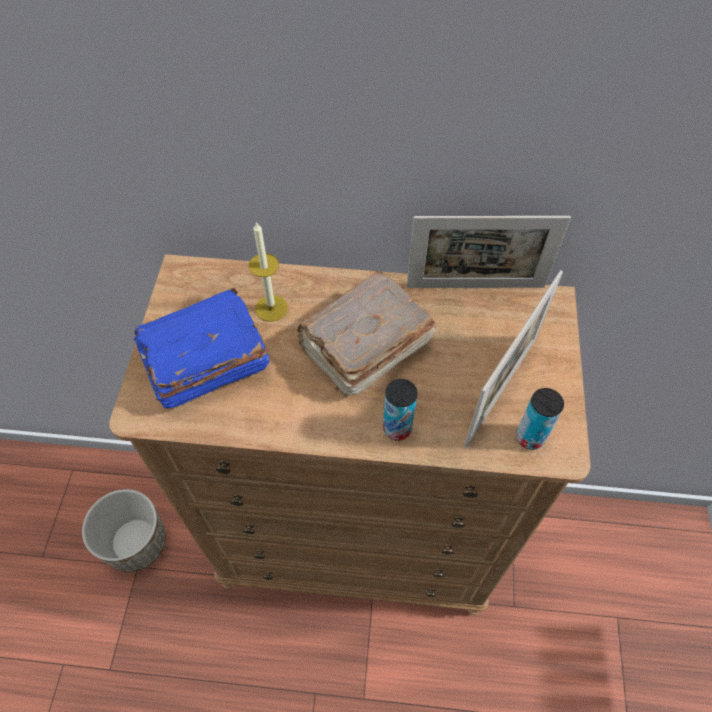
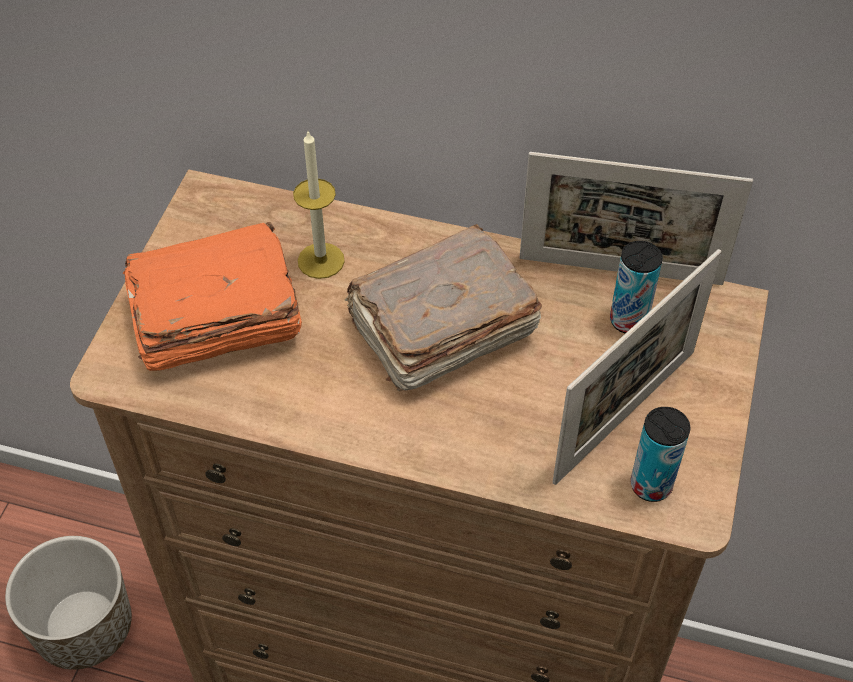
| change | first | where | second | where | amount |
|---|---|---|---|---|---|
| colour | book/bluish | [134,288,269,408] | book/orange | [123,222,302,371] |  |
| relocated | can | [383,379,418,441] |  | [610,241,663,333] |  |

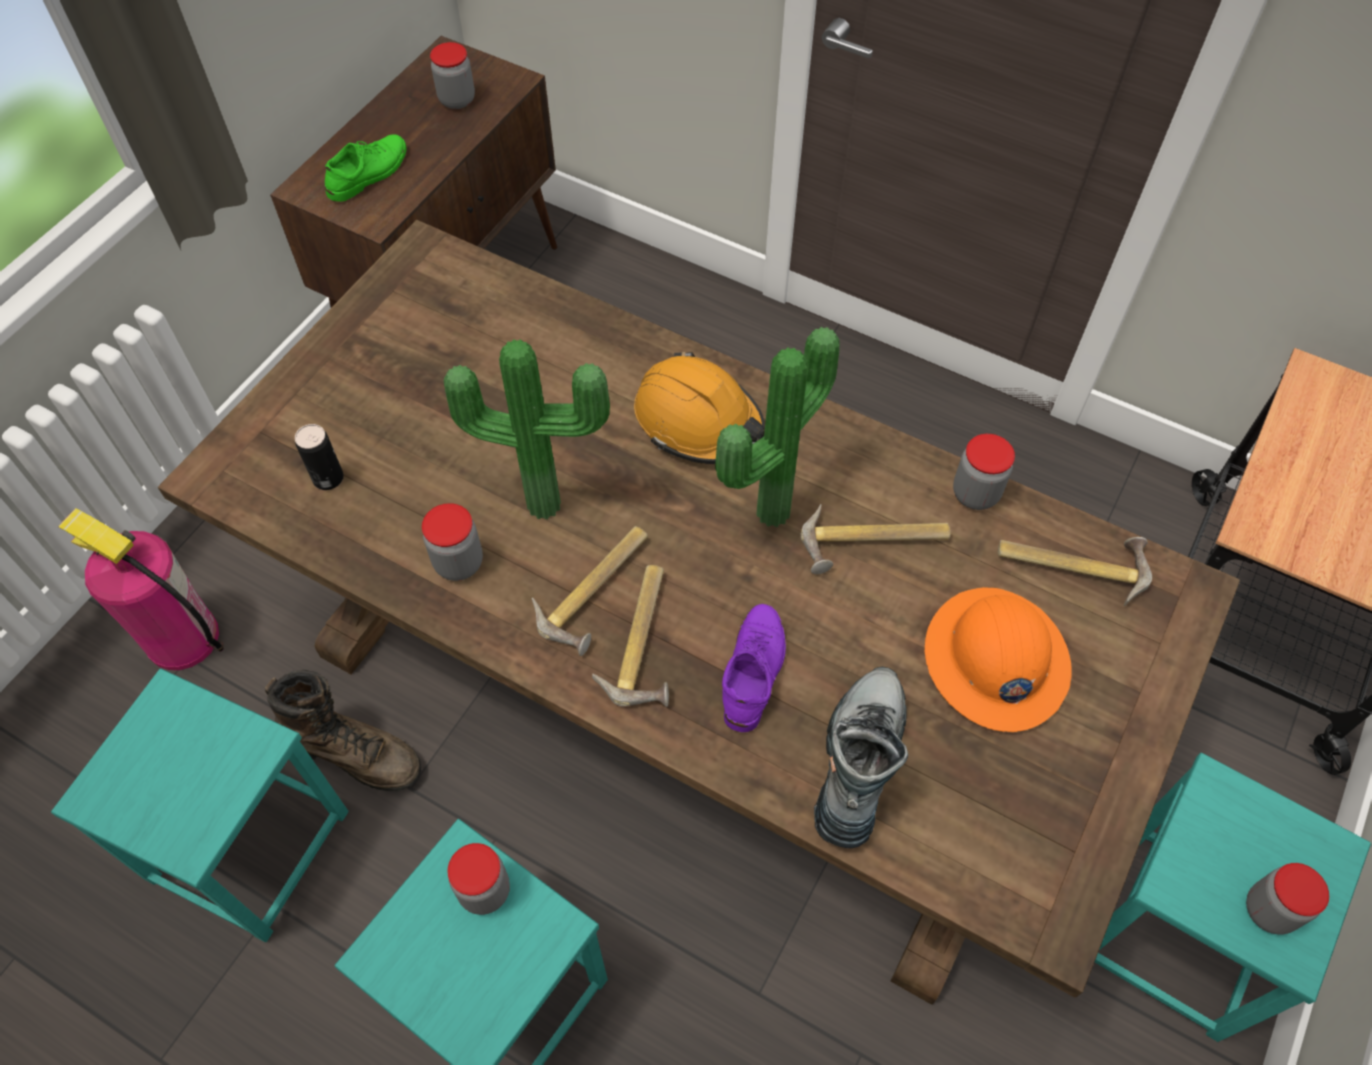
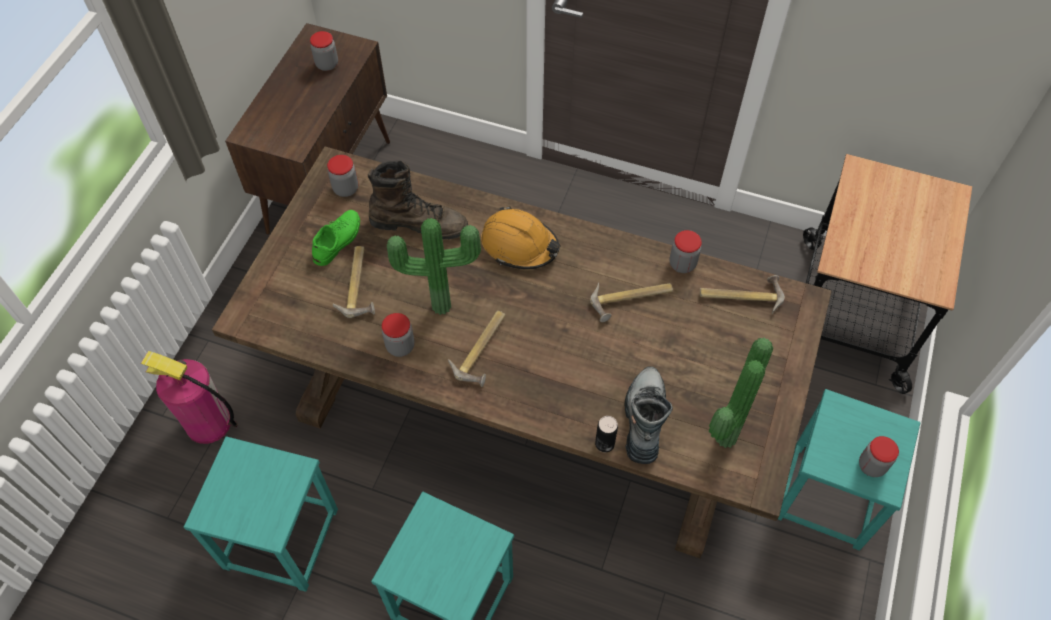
| change | first | where | second | where | amount |
|---|---|---|---|---|---|
| relocated | low shoe/greenish | [325,134,407,202] |  | [312,210,360,266] |  |
| relocated | storage jar | [447,843,510,915] |  | [327,155,358,197] |  |
| relocated | hand hammer | [592,565,669,707] |  | [333,246,375,318] |  |
| relocated | high-top boot/brown-coloured | [265,670,421,791] |  | [368,161,468,239] |  |
| relocated | can | [295,424,344,490] |  | [595,416,618,452] |  |
| relocated | potted plant | [715,327,840,527] |  | [709,338,773,448] |  |
| missing | low shoe/purple-coloured | [722,604,786,732] |  |  |  |
| missing | hard hat/orange | [925,587,1072,732] |  |  |  |

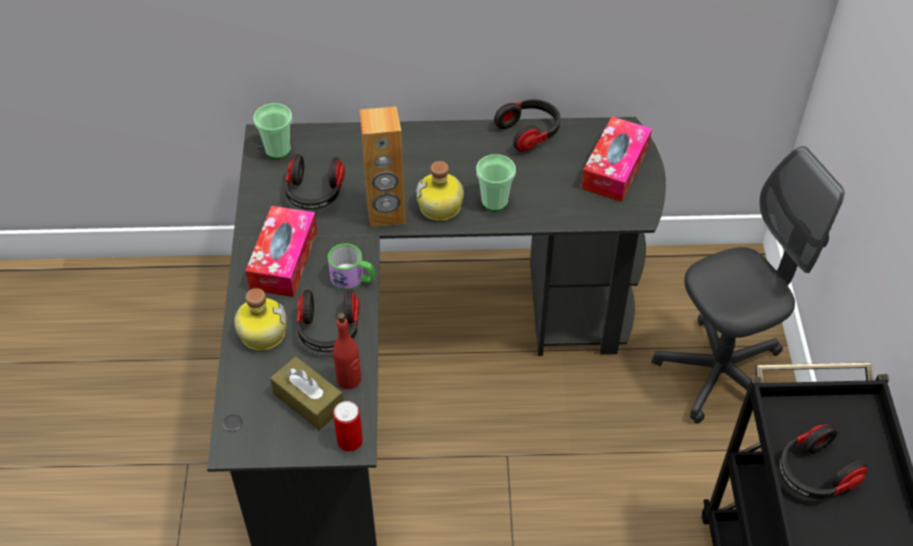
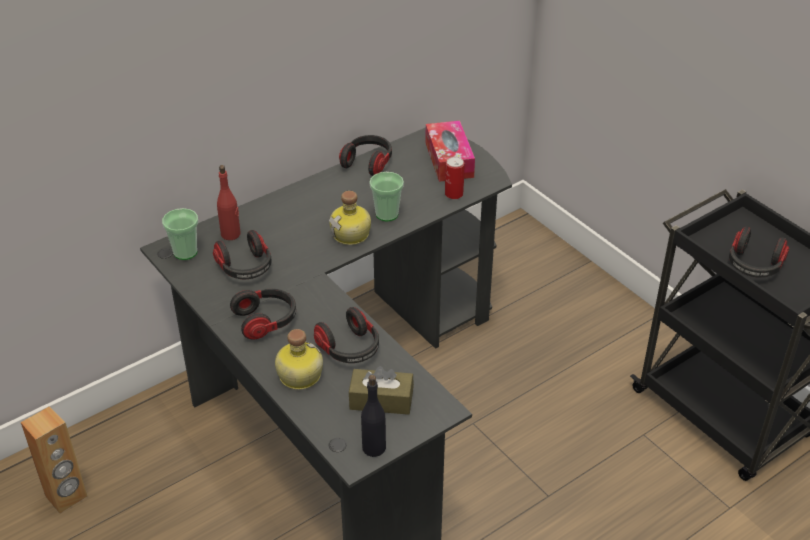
| change | first | where | second | where | amount |
|---|---|---|---|---|---|
| relocated | audio speaker/brown-coloured | [360,106,406,227] |  | [21,407,88,513] |  |
| relocated | beverage bottle/red-coloured | [333,313,361,389] |  | [217,165,241,240] |  |
| exchanged | tissue box | [245,206,317,297] | pair of headphones | [230,289,296,339] |  |
| appeared |  |  | beverage bottle/black | [361,375,386,457] |  |
| relocated | can | [333,401,363,451] |  | [445,157,464,199] |  |
| missing | tea mug | [328,243,375,290] |  |  |  |
| missing | office chair/grey | [651,146,844,424] |  |  |  |

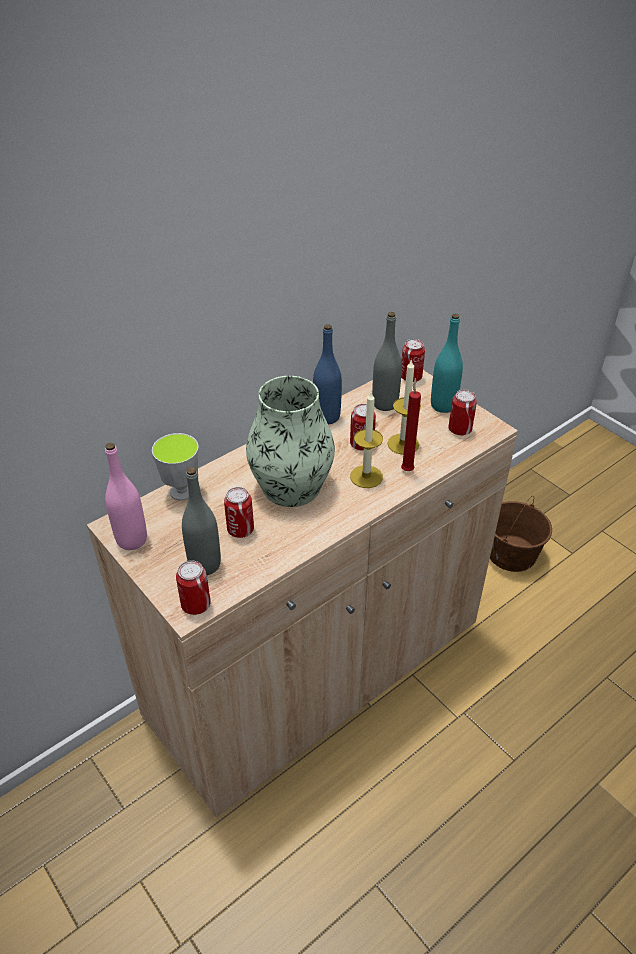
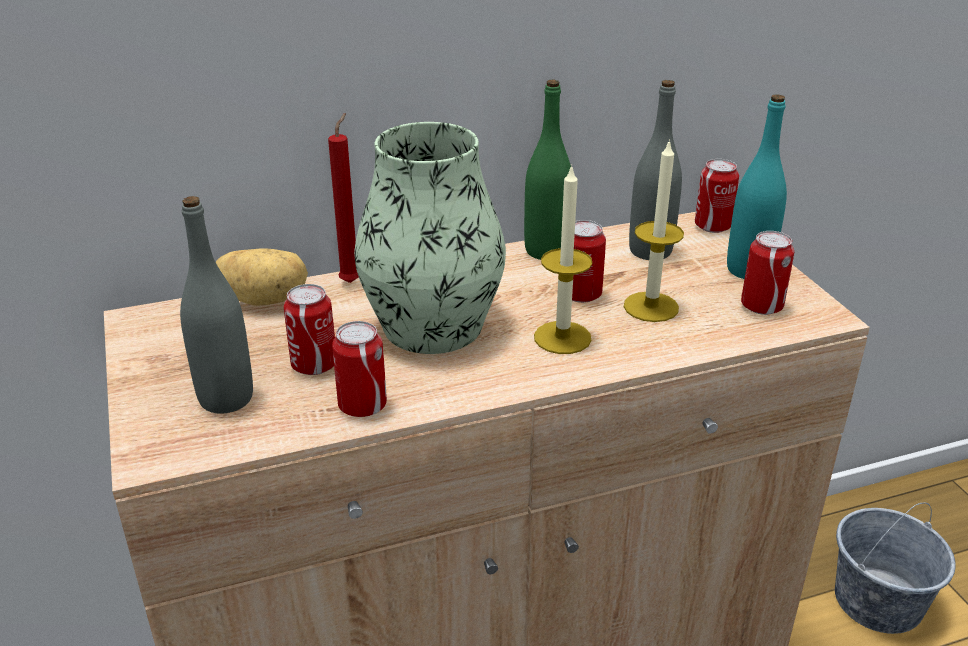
| change | first | where | second | where | amount |
|---|---|---|---|---|---|
| exchanged | small cup | [152,433,199,501] | potato | [216,248,308,306] |  |
| relocated | wax candle/red-coloured | [401,378,421,471] |  | [328,113,359,283] |  |
| relocated | can | [176,560,211,615] |  | [332,321,387,417] |  |
| colour | beverage bottle/bluish | [313,324,342,424] | beverage bottle/greenish | [524,80,571,260] |  |
| colour | bucket/brown-coloured | [490,496,552,572] | bucket/grey | [835,502,956,634] |  |
| missing | beverage bottle/pink | [105,443,147,550] |  |  |  |

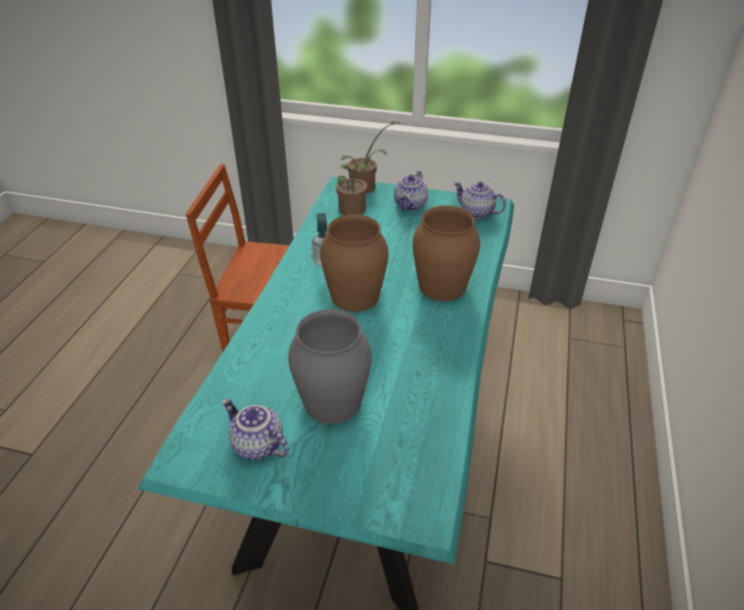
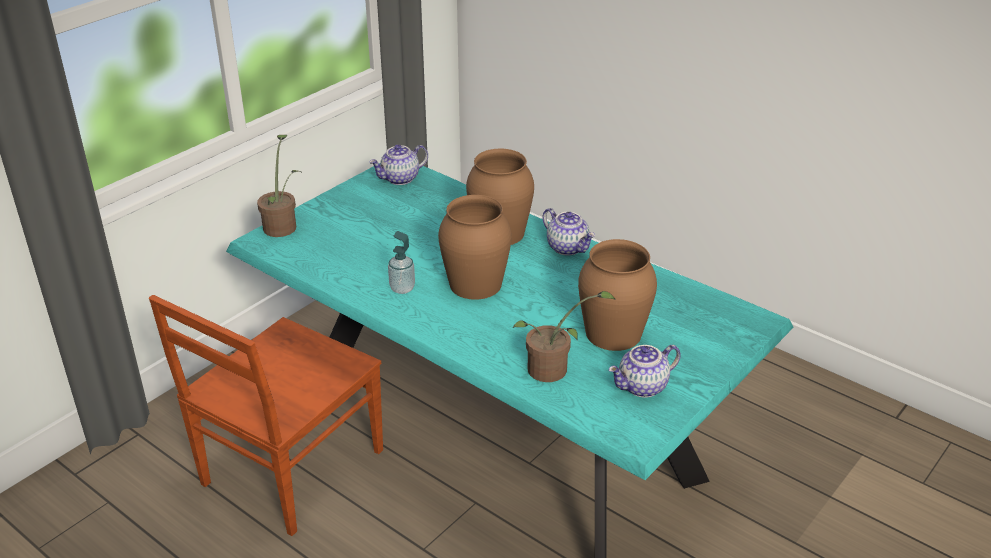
| change | first | where | second | where | amount |
|---|---|---|---|---|---|
| relocated | potted plant | [336,163,367,215] |  | [513,291,616,382] |  |
| relocated | pot for tea | [394,171,428,211] |  | [543,208,595,256] |  |
| colour | vase/grey | [288,309,372,424] | vase/brown-coloured | [578,239,657,351] |  |

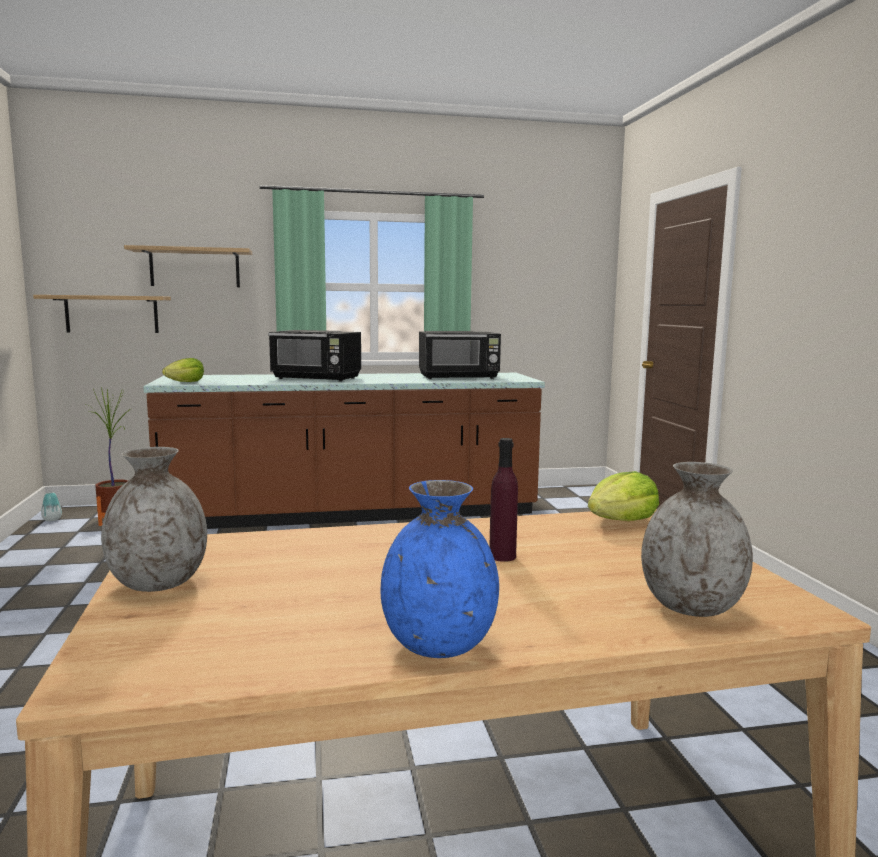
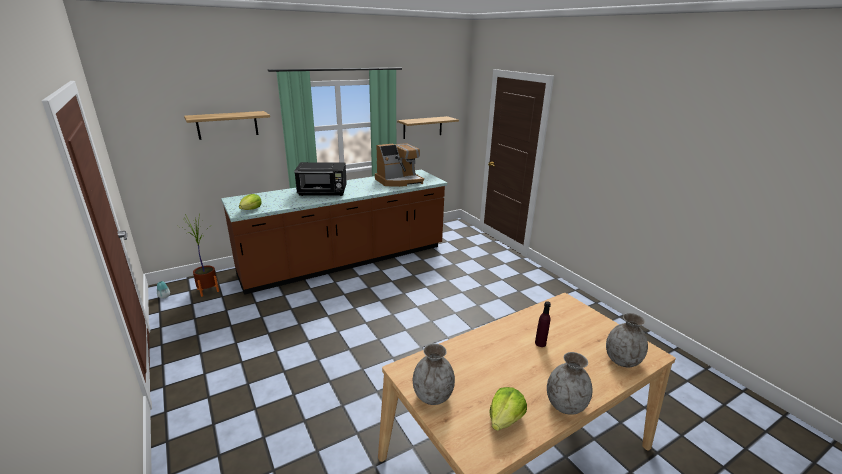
| change | first | where | second | where | amount |
|---|---|---|---|---|---|
| exchanged | kitchen microwave/black | [419,331,501,379] | coffee maker | [375,143,424,187] |  |
| relocated | shelf | [33,295,171,333] |  | [397,116,459,139] |  |
| relocated | lettuce head | [588,471,659,521] |  | [489,387,527,431] |  |
| colour | vase/bluish | [380,480,499,658] | vase/grey | [547,352,592,415] |  |

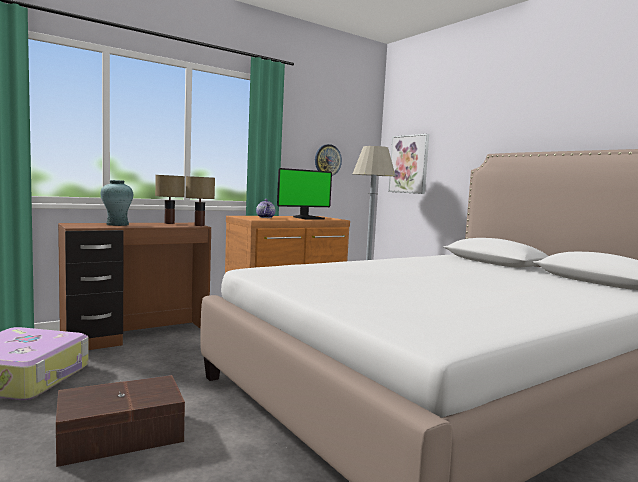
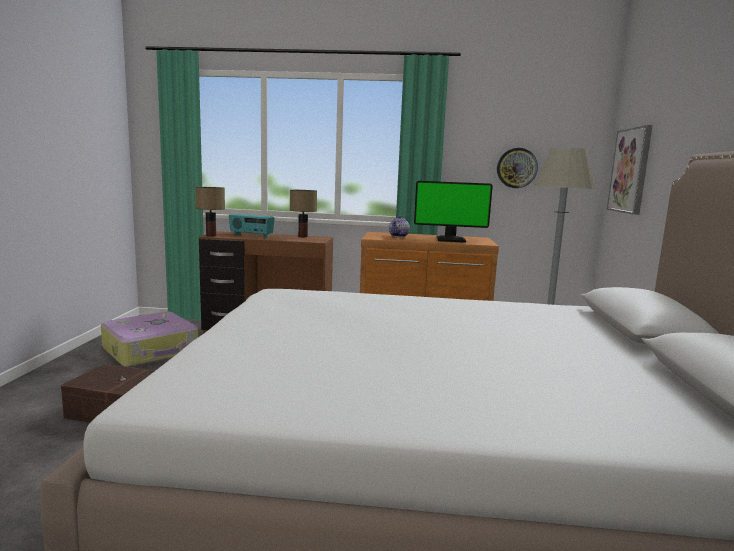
| change | first | where | second | where | amount |
|---|---|---|---|---|---|
| relocated | lamp for a table | [186,176,215,226] |  | [195,187,225,237] |  |
| exchanged | vase/turquoise | [101,180,133,226] | radio | [229,214,274,237] |  |

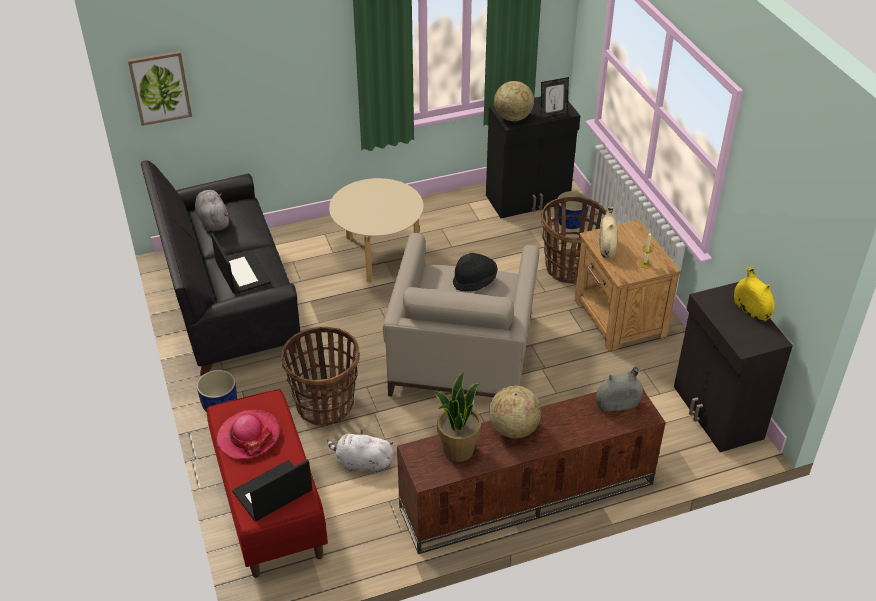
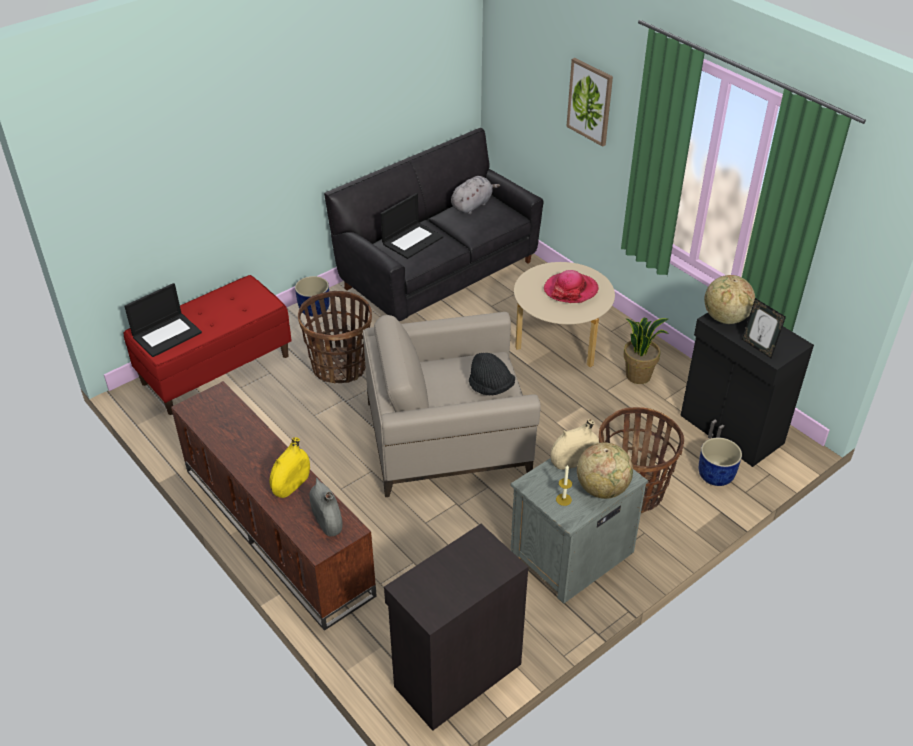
| change | first | where | second | where | amount |
|---|---|---|---|---|---|
| spun | notebook computer | [232,460,312,521] |  | [124,283,202,357] | 105 degrees clockwise |
| relocated | vase/yellow | [734,267,775,322] |  | [270,437,310,498] |  |
| colour | night table/brown-coloured | [575,220,681,352] | night table/grey | [510,458,648,604] |  |
| relocated | hat | [216,410,280,459] |  | [544,270,599,303] |  |
| relocated | wall picture | [128,51,192,126] |  | [566,58,613,147] |  |
| relocated | world globe | [489,386,542,438] |  | [577,442,633,499] |  |
| relocated | potted plant | [434,372,481,462] |  | [623,318,668,384] |  |
| missing | cuddly toy/white | [327,429,393,474] |  |  |  |

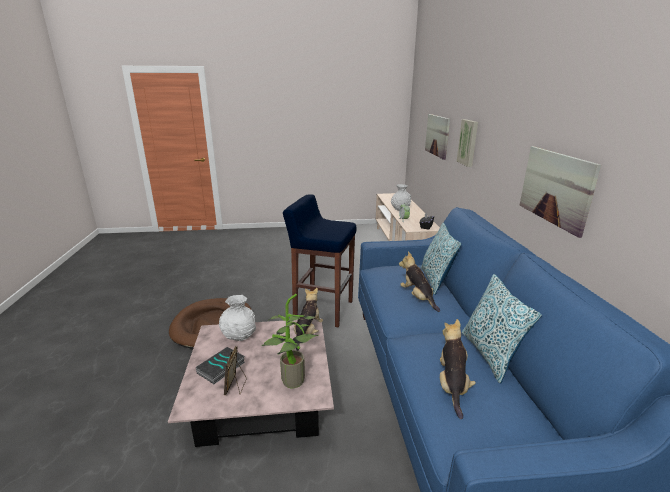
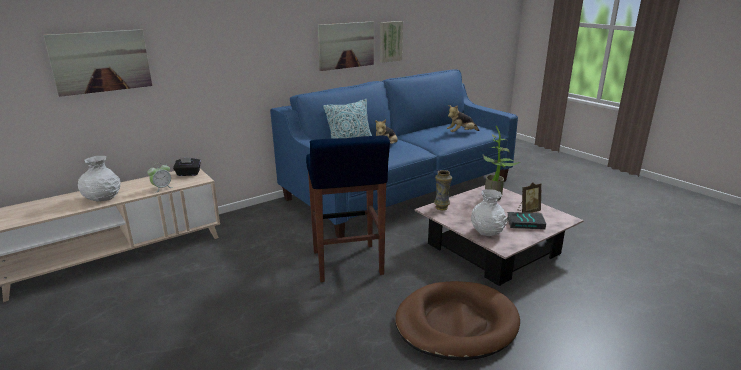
| change | first | where | second | where | amount |
|---|---|---|---|---|---|
| relocated | wall picture | [457,119,478,167] |  | [380,21,403,63] |  |
| exchanged | cuddly toy | [294,288,323,351] | vase | [434,170,452,210] |  |
| missing | cushion | [462,274,542,384] |  |  |  |

